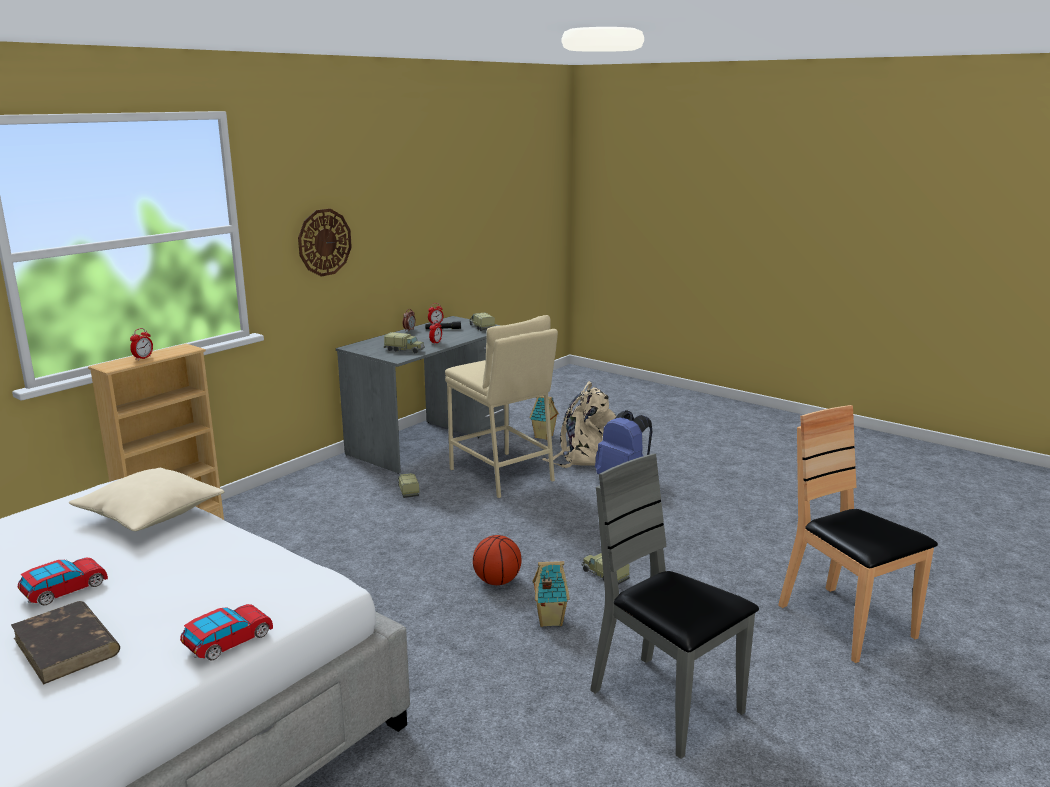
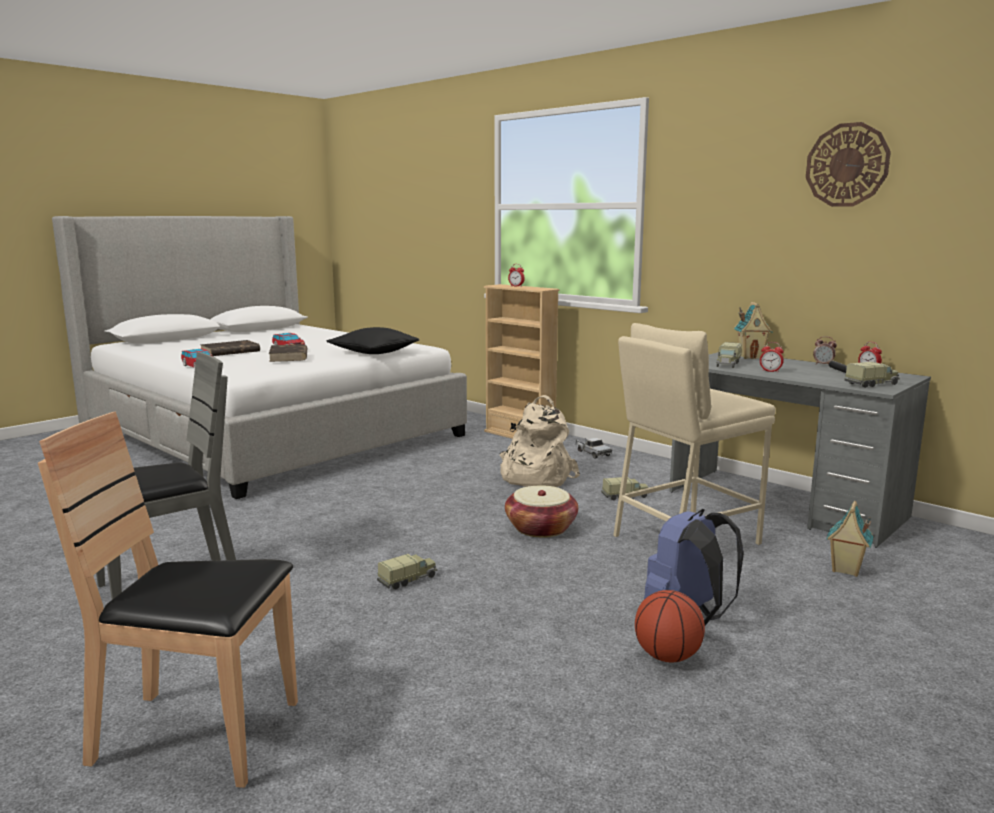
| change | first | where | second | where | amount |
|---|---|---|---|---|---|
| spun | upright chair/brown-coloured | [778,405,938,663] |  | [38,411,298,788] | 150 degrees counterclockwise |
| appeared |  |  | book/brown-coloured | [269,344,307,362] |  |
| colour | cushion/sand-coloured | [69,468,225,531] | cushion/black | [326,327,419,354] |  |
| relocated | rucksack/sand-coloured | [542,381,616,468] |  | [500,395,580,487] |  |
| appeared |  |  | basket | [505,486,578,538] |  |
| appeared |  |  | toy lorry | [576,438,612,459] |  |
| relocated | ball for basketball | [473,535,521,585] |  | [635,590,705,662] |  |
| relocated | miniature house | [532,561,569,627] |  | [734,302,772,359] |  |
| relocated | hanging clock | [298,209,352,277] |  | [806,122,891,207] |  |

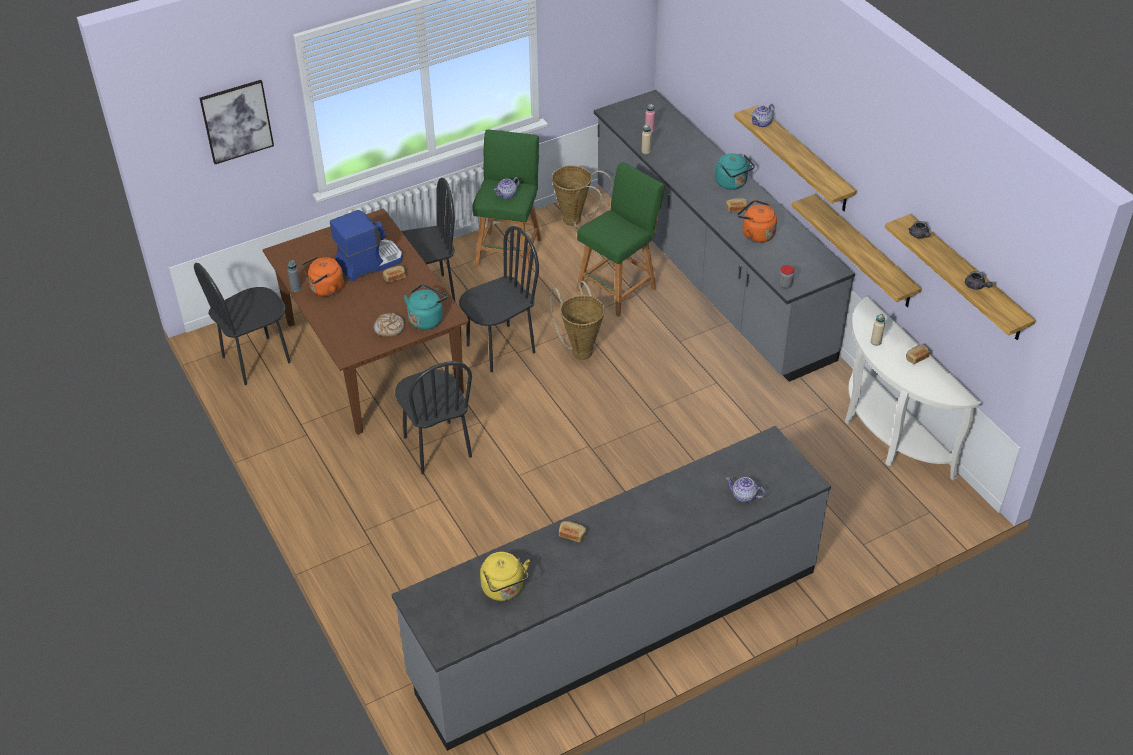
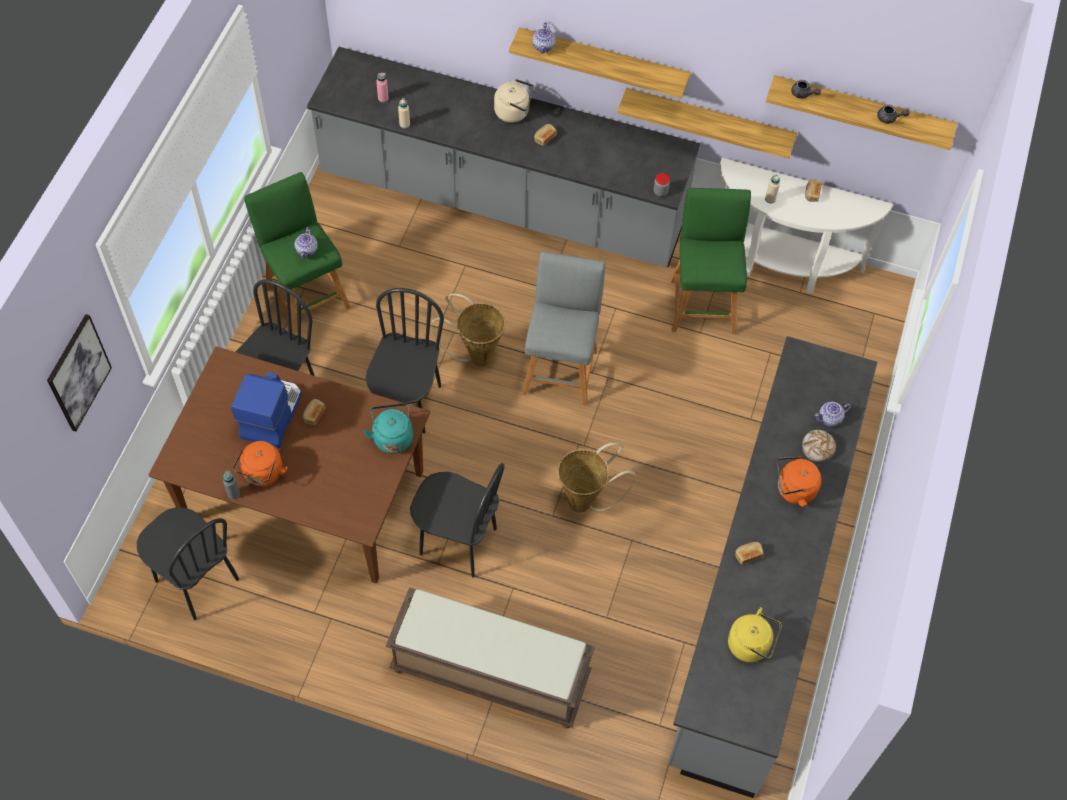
| change | first | where | second | where | amount |
|---|---|---|---|---|---|
| spun | upright chair/black | [194,263,291,385] |  | [137,507,239,620] | 60 degrees counterclockwise |
| appeared |  |  | long seat/brown-coloured | [385,587,595,728] |  |
| colour | kettle/turquoise | [715,153,755,190] | kettle/sand-coloured | [494,79,535,123] |  |
| appeared |  |  | stool seat/grey | [522,252,606,406] |  |
| relocated | basket | [552,165,613,228] |  | [558,442,636,512] |  |
| relocated | stool seat/greenish | [576,162,665,317] |  | [670,188,751,334] |  |
| relocated | kettle/orange | [737,200,777,243] |  | [777,456,822,507] |  |
| relocated | bakery bread | [374,312,404,337] |  | [802,430,836,463] |  |

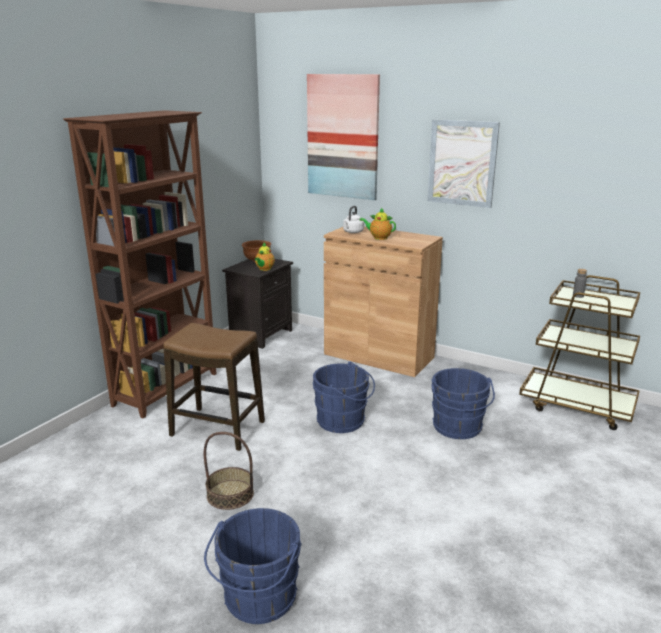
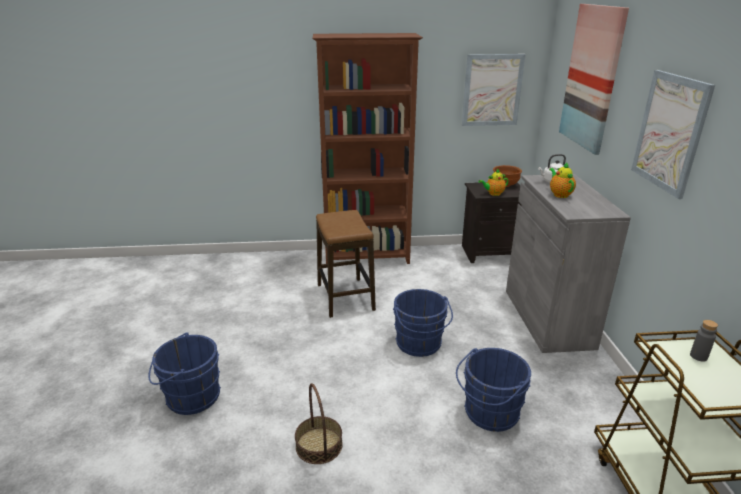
| change | first | where | second | where | amount |
|---|---|---|---|---|---|
| relocated | basket | [204,432,254,510] |  | [295,383,343,464] |  |
| appeared |  |  | wall picture | [462,54,526,126] |  |
| colour | storage cabinet/brown-coloured | [324,226,443,377] | storage cabinet/grey | [506,174,631,353] |  |

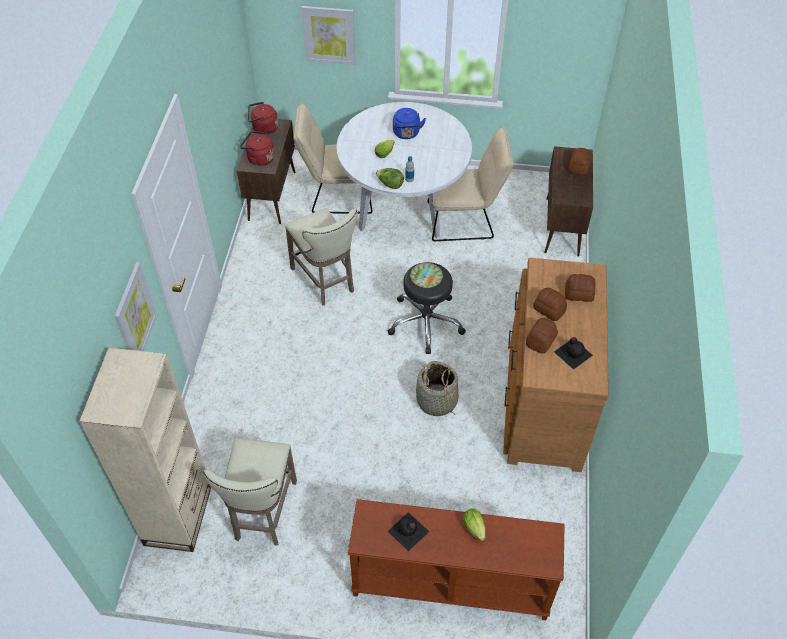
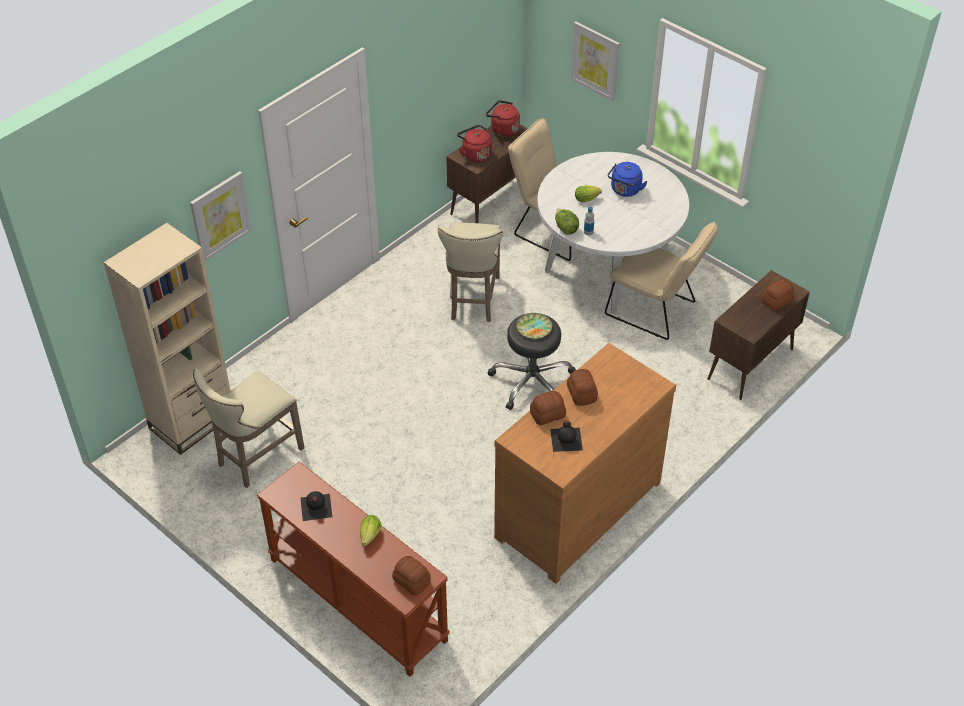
| change | first | where | second | where | amount |
|---|---|---|---|---|---|
| relocated | bakery bread | [565,274,596,302] |  | [392,556,431,595] |  |
| missing | basket | [416,361,458,416] |  |  |  |

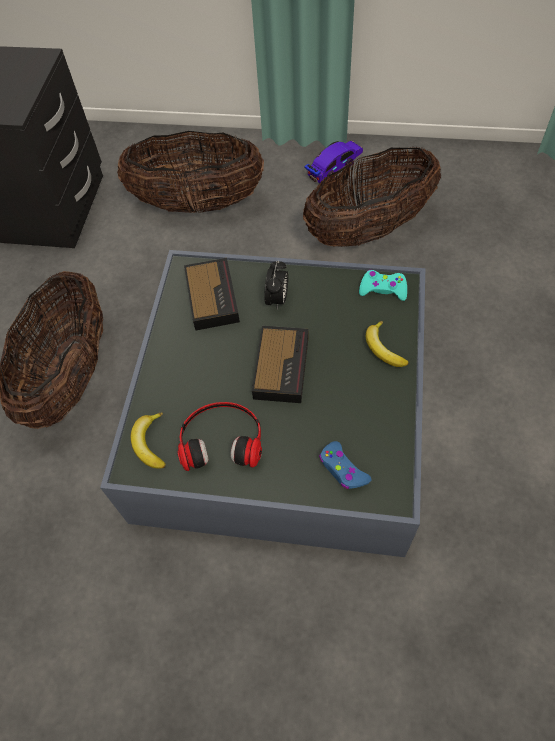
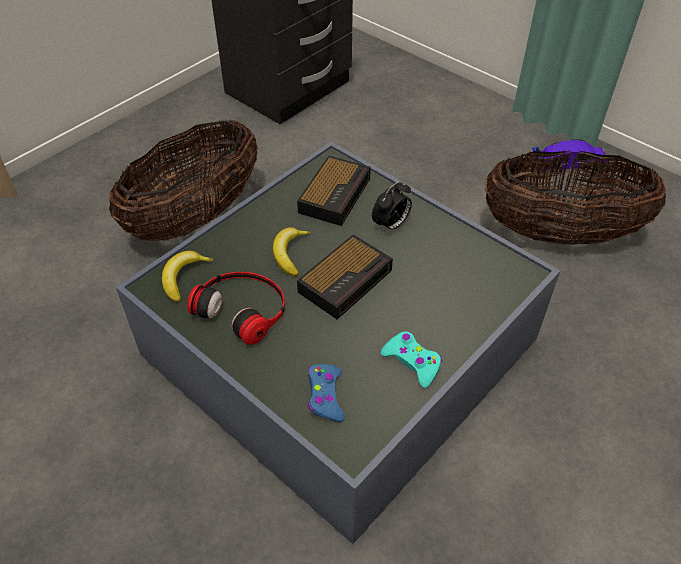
| change | first | where | second | where | amount |
|---|---|---|---|---|---|
| relocated | banana | [366,321,408,367] |  | [273,227,311,277] |  |
| relocated | game controller/turquoise | [359,270,407,301] |  | [381,331,442,388] |  |
| missing | basket | [117,131,264,213] |  |  |  |

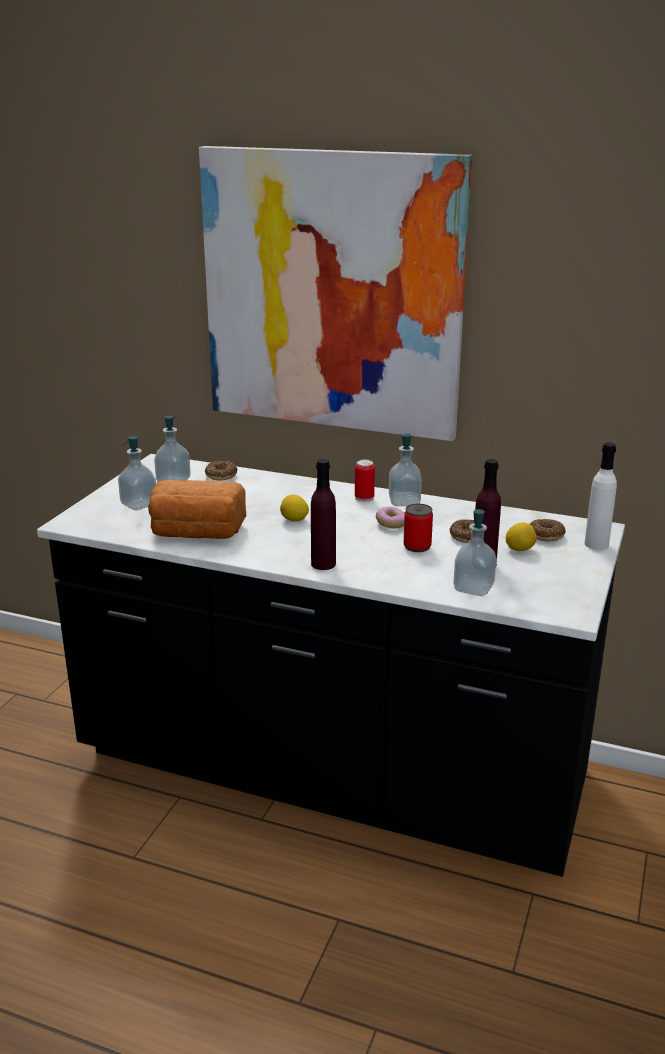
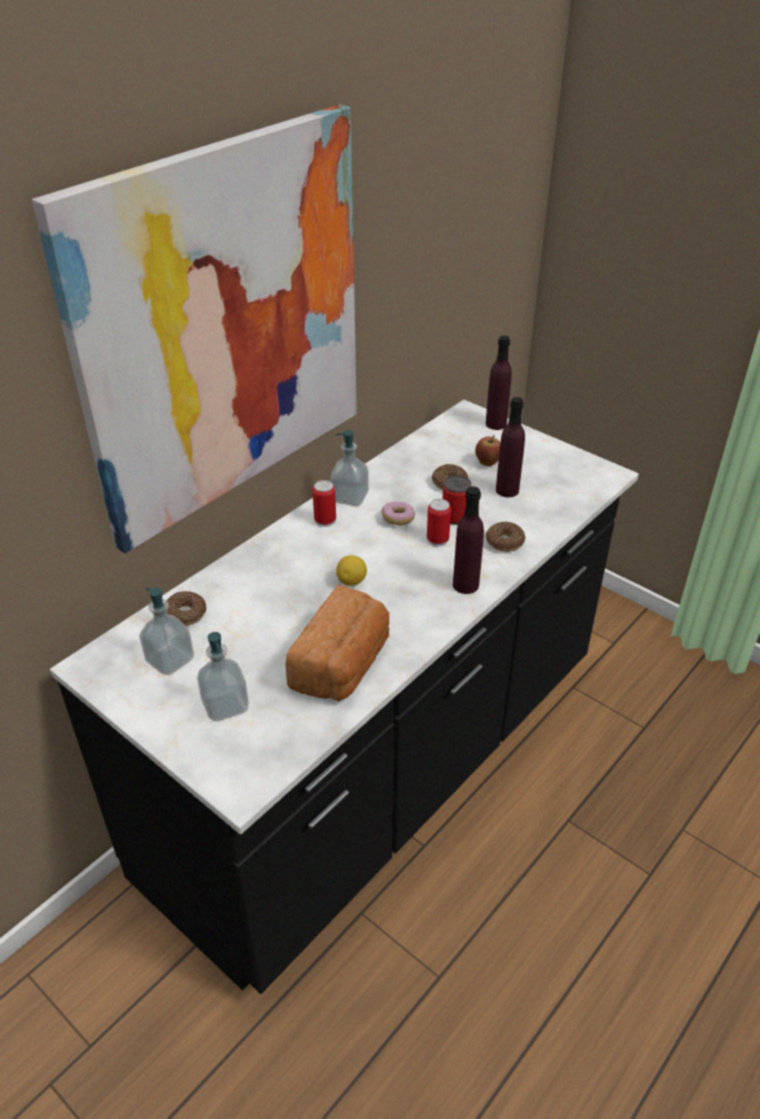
| change | first | where | second | where | amount |
|---|---|---|---|---|---|
| appeared |  |  | can | [427,499,451,547] |  |
| exchanged | citrus fruit | [505,522,537,551] | apple | [475,435,500,466] |  |
| colour | beverage bottle/white | [585,442,617,550] | beverage bottle/purple-coloured | [486,336,512,430] |  |
| relocated | donut | [530,519,566,542] |  | [486,522,525,552] |  |
| missing | soap bottle | [454,509,497,596] |  |  |  |

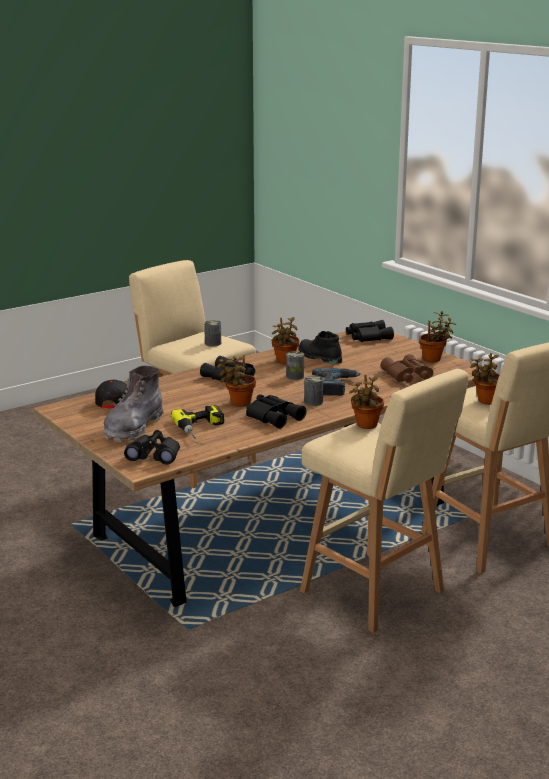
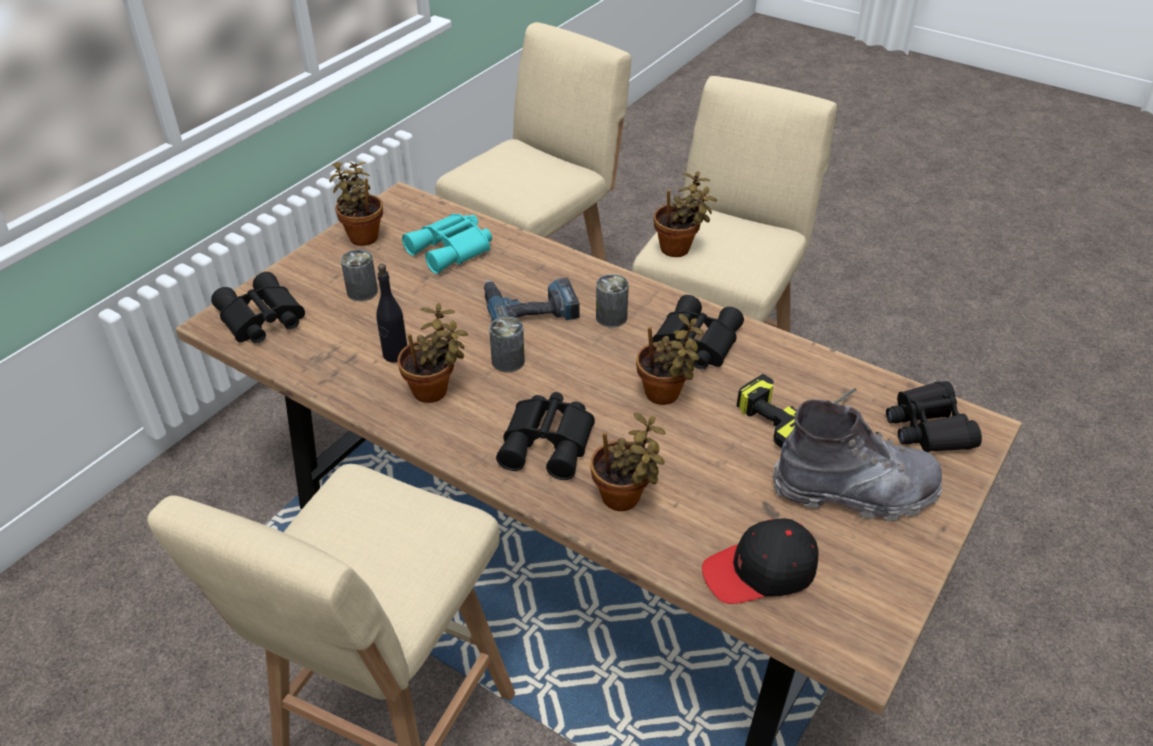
| change | first | where | second | where | amount |
|---|---|---|---|---|---|
| relocated | can | [204,320,221,347] |  | [341,250,378,301] |  |
| exchanged | high-top boot/black | [299,331,342,364] | beverage bottle/black | [376,264,407,363] |  |
| colour | pair of binoculars/brown-coloured | [381,354,433,383] | pair of binoculars/turquoise | [402,214,492,274] |  |
| relocated | potted plant | [470,353,500,405] |  | [590,413,666,511] |  |

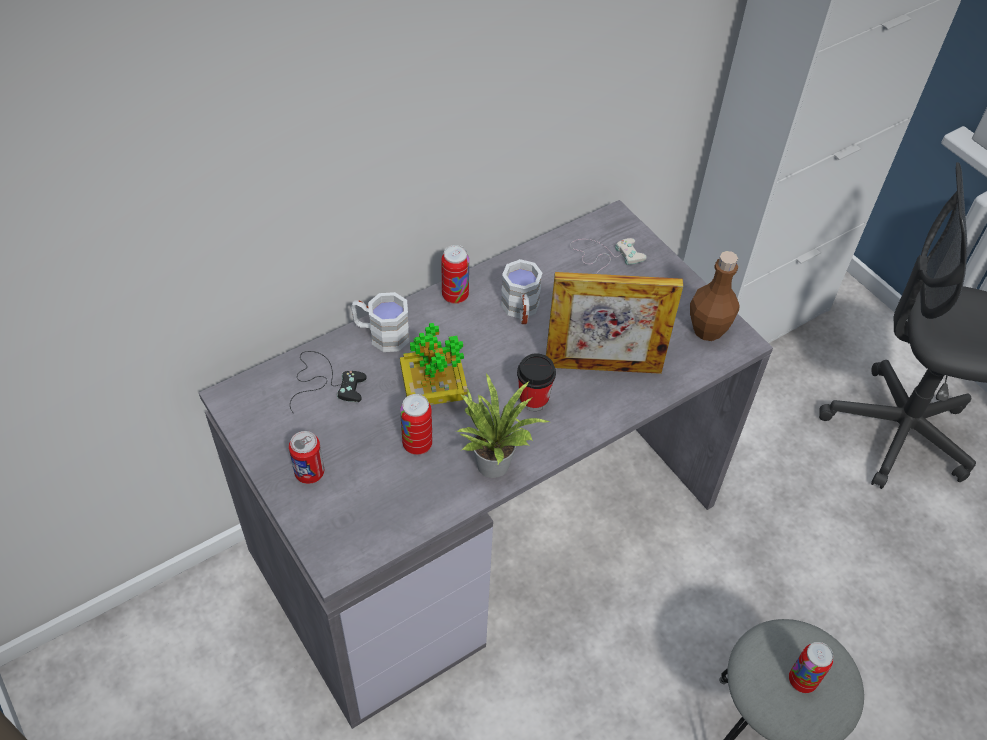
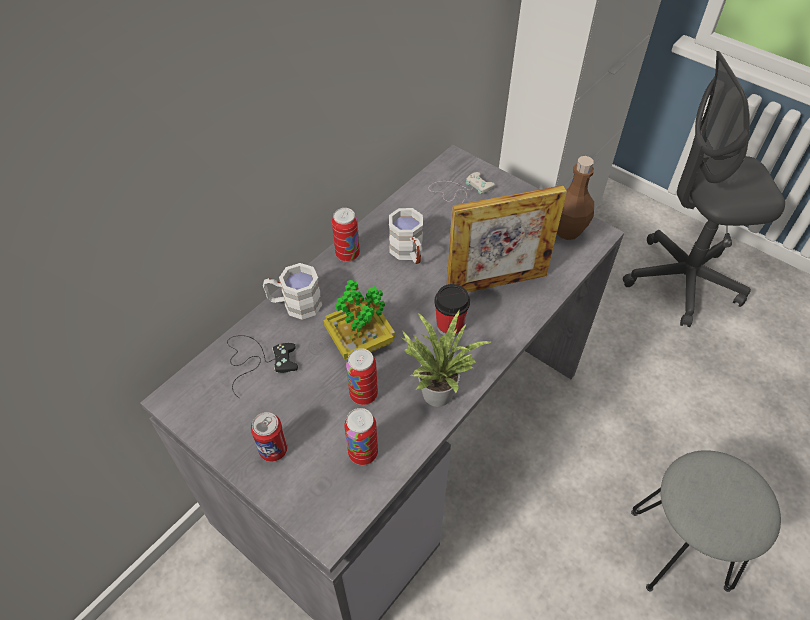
| change | first | where | second | where | amount |
|---|---|---|---|---|---|
| relocated | can | [789,642,833,693] |  | [344,408,378,465] |  |

